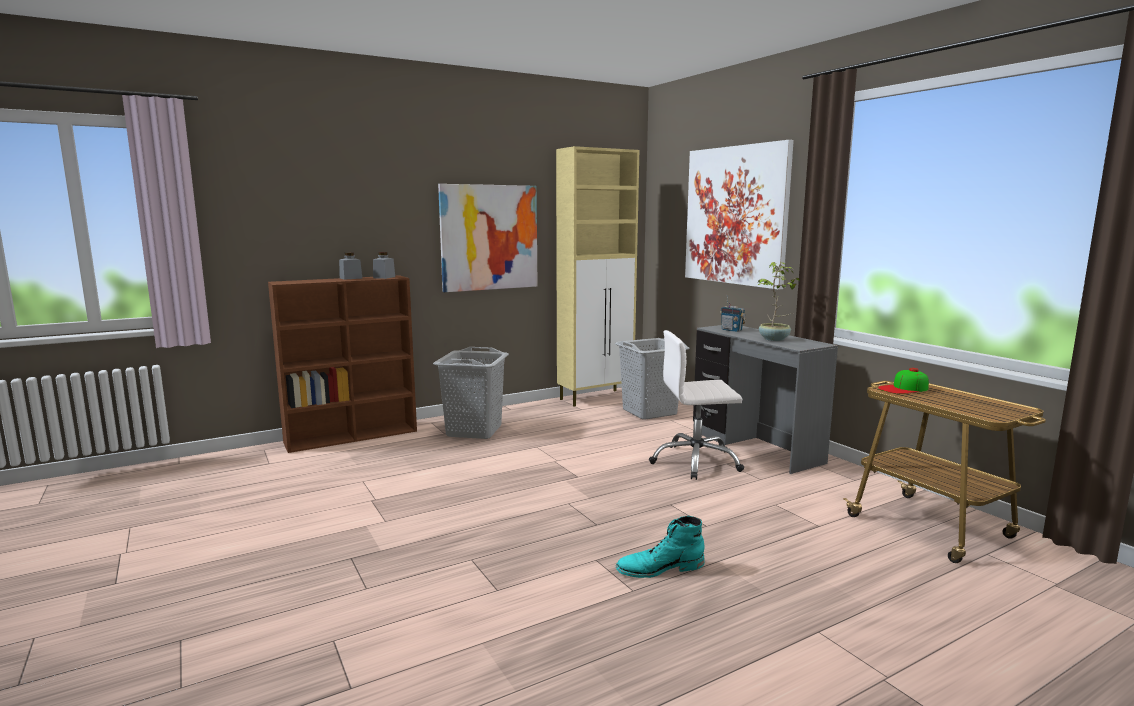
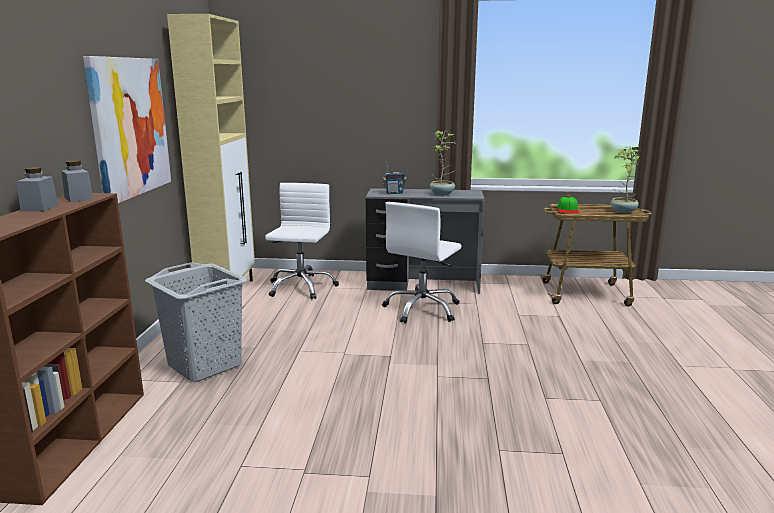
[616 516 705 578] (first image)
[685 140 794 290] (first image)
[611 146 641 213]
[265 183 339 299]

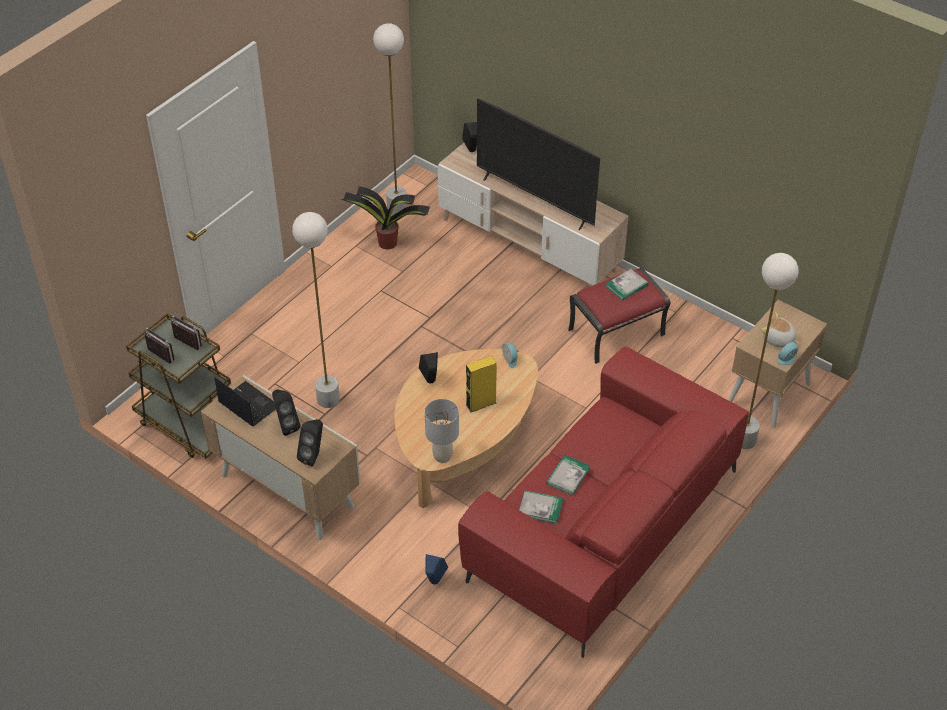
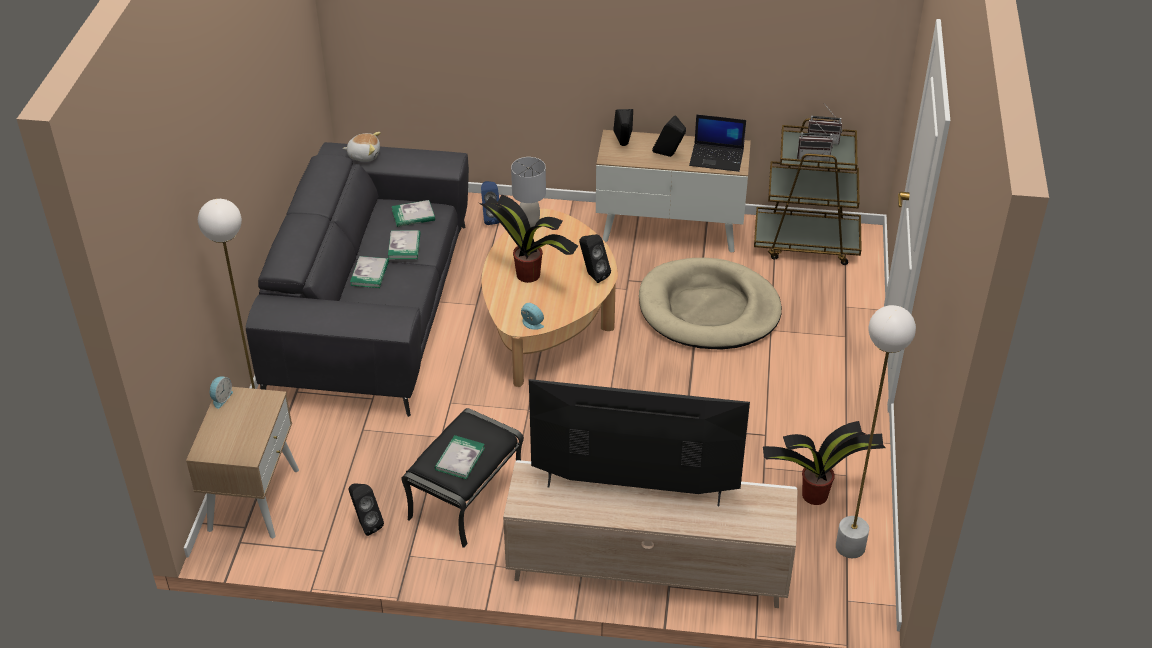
[350 256 389 288]
[349 483 384 536]
[343 132 381 162]
[639 258 782 350]
[479 195 578 283]
[246 142 469 417]
[401 408 524 548]

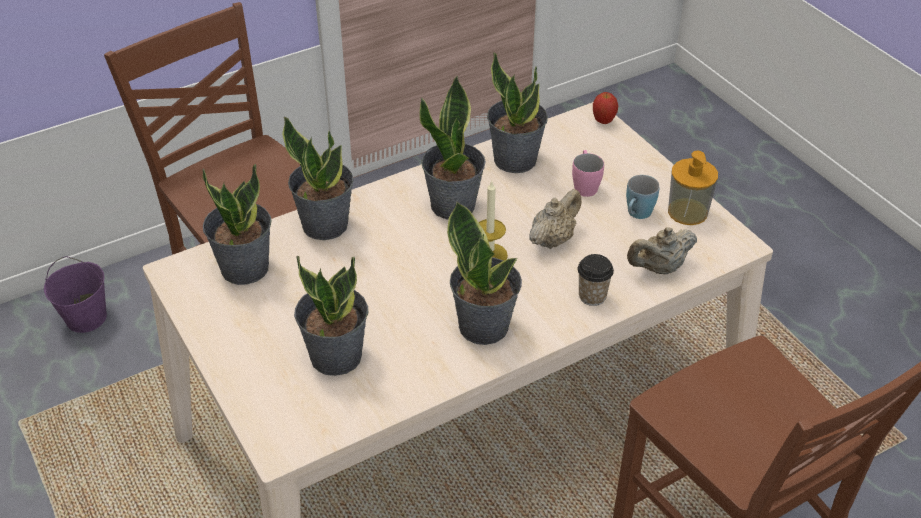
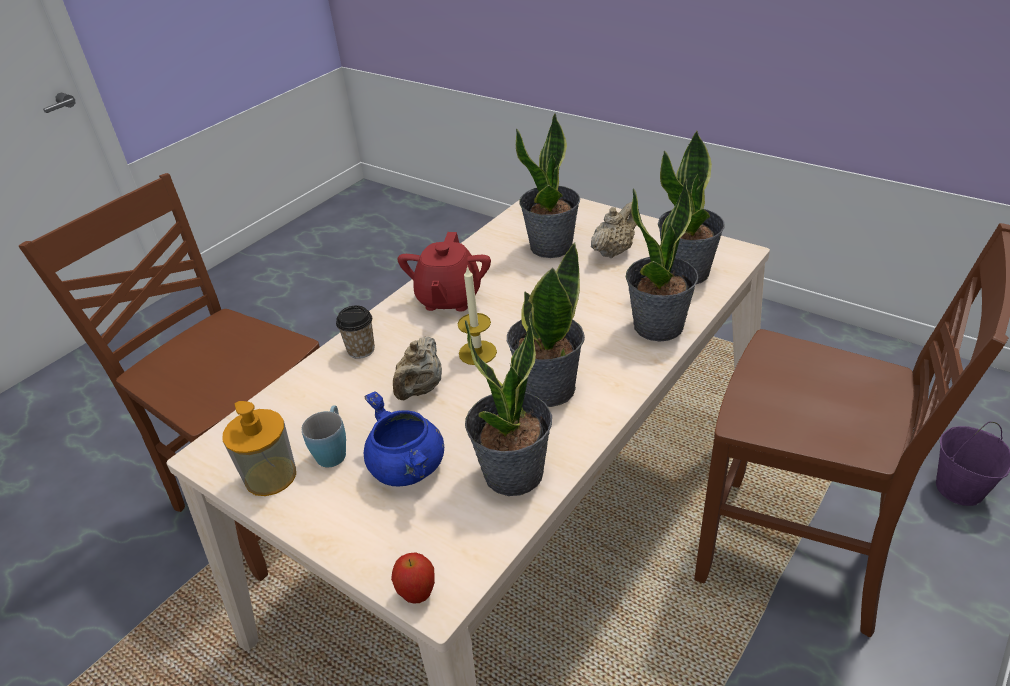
[591 202 637 258]
[397 232 491 312]
[364 391 444 486]

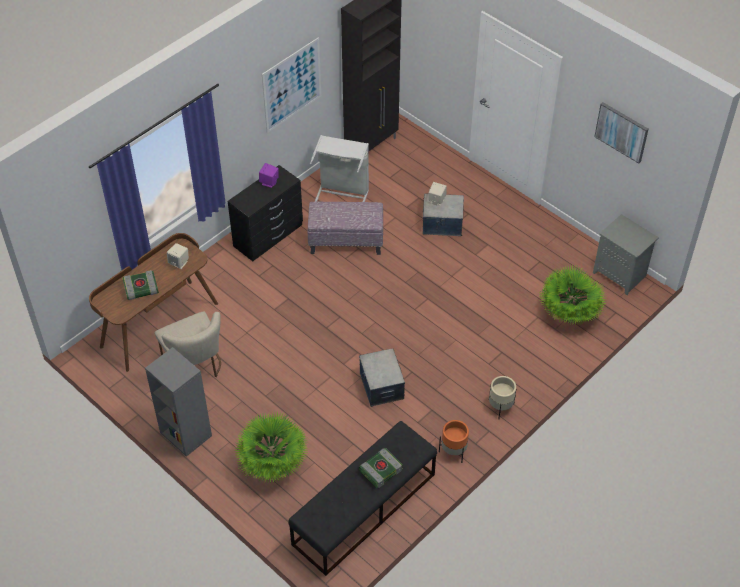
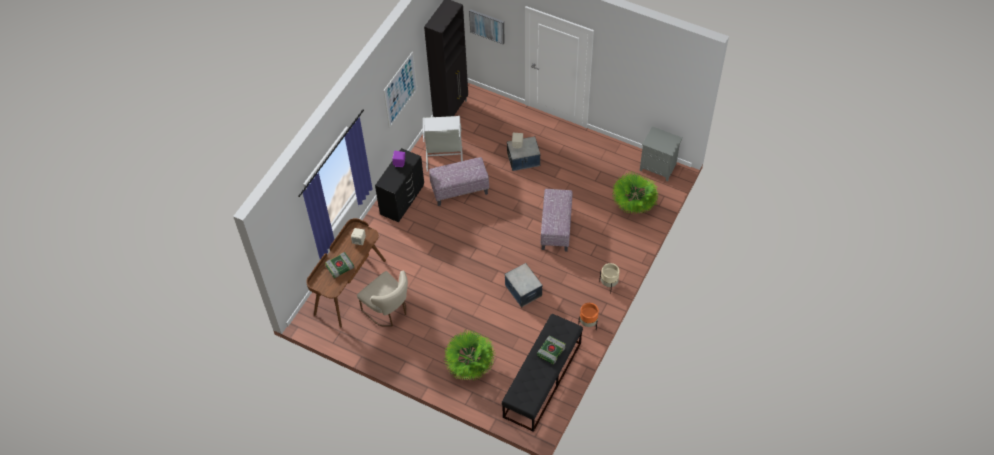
[145 347 212 457] (first image)
[541 189 573 252]
[469 9 505 44]

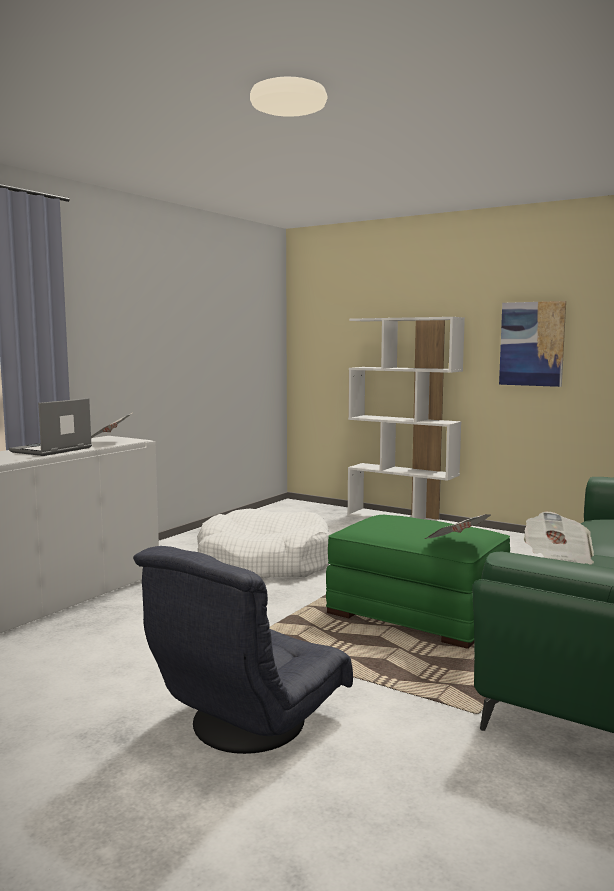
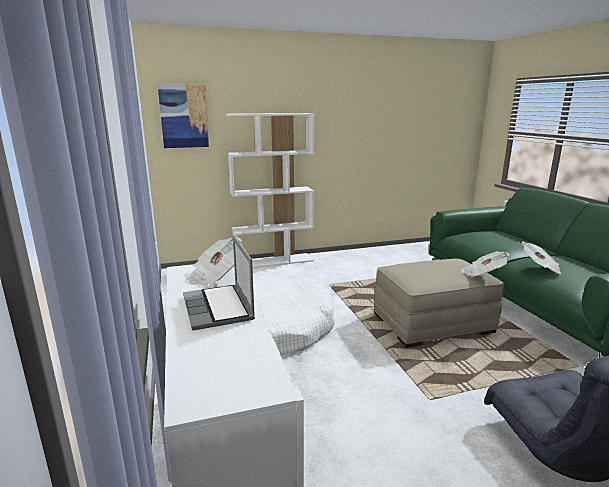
[157 84 210 148]
[374 259 504 348]

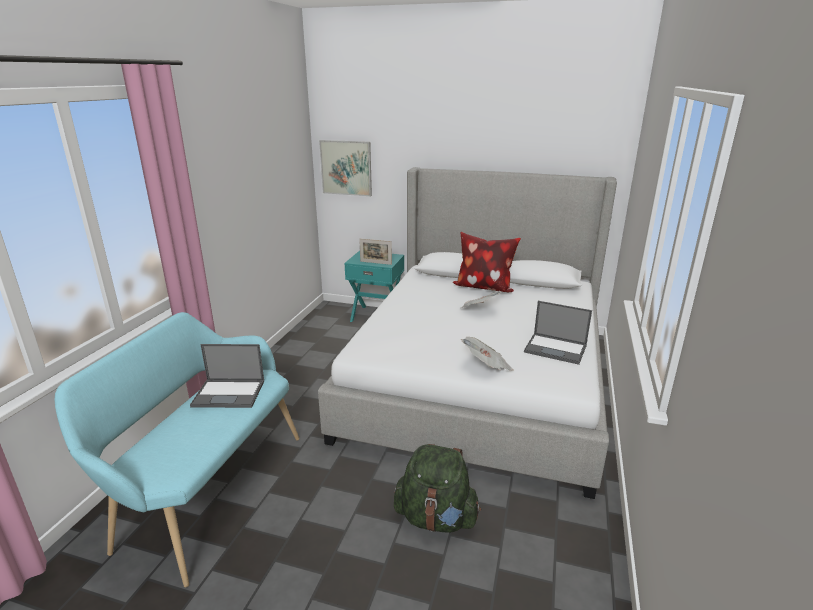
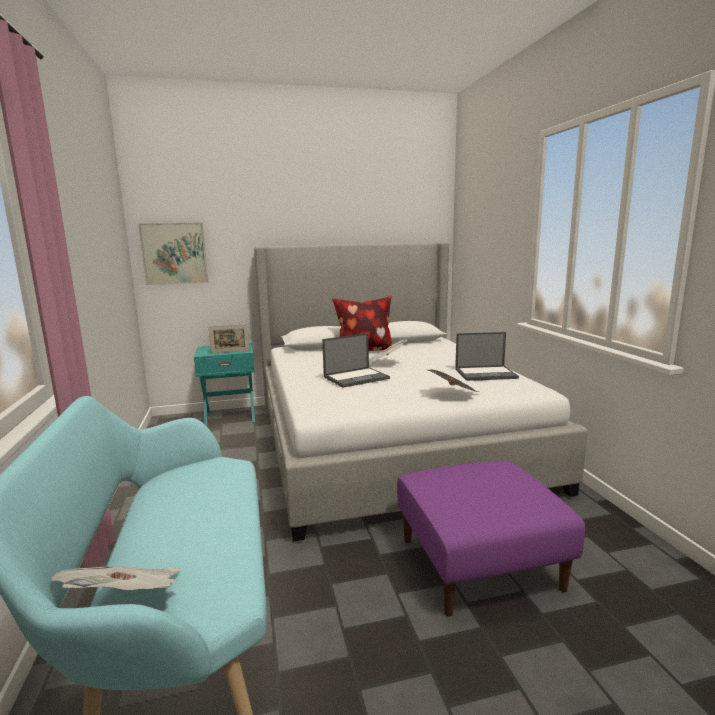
[51 566 180 590]
[322 333 390 388]
[397 460 585 617]

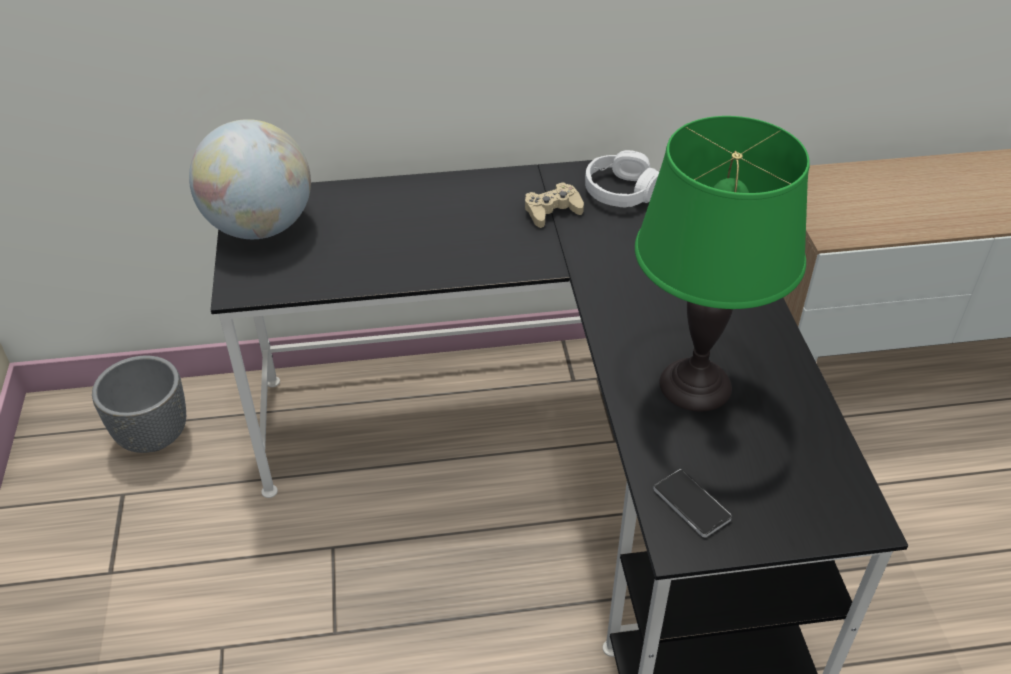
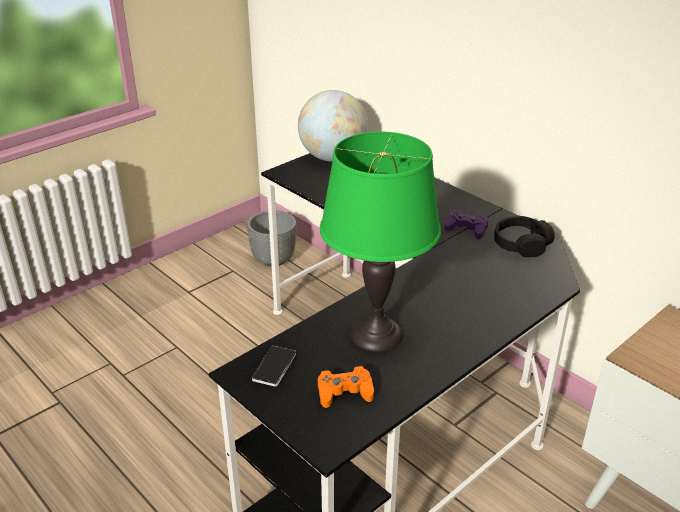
[318 366 374 408]
[445 209 488 239]
[494 216 555 257]

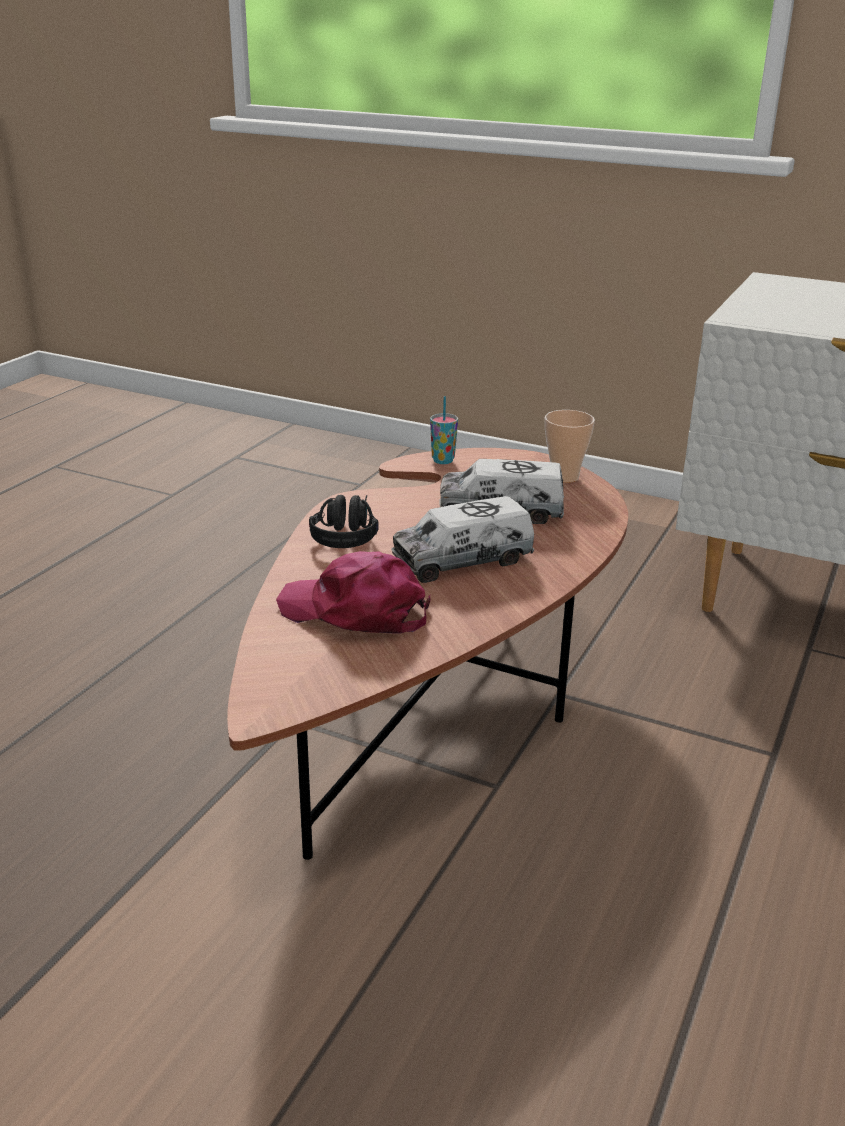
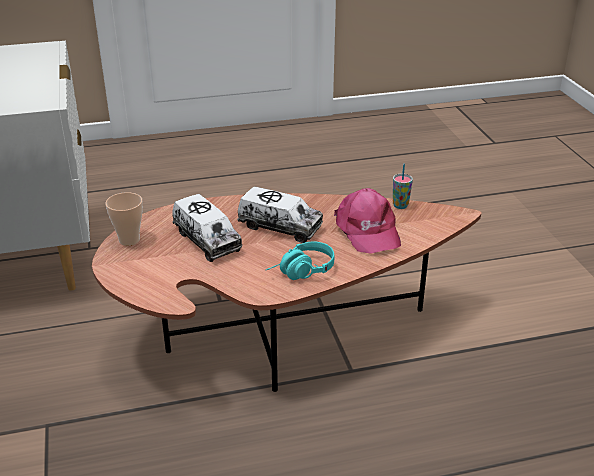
[393 164 413 209]
[266 241 335 280]

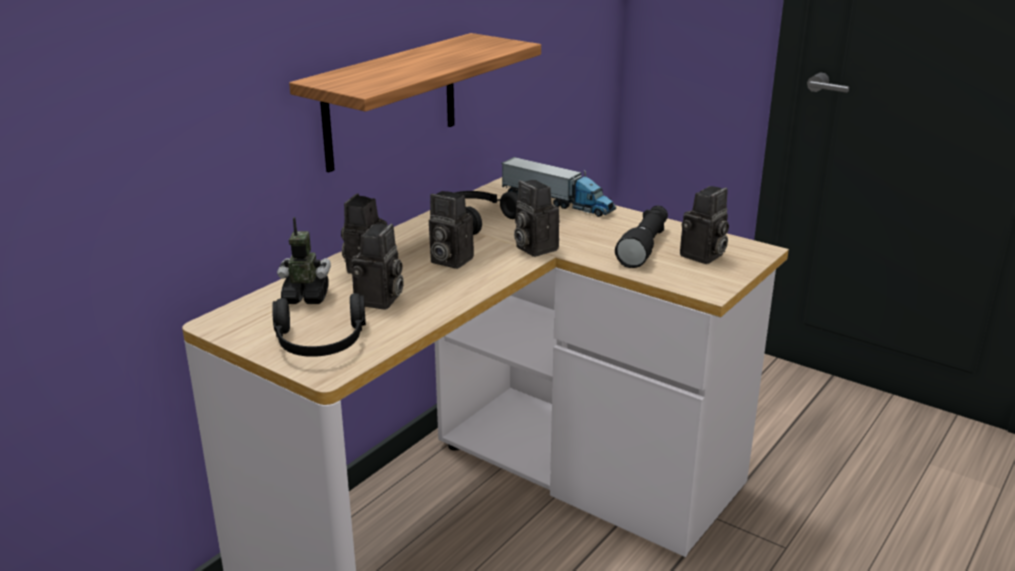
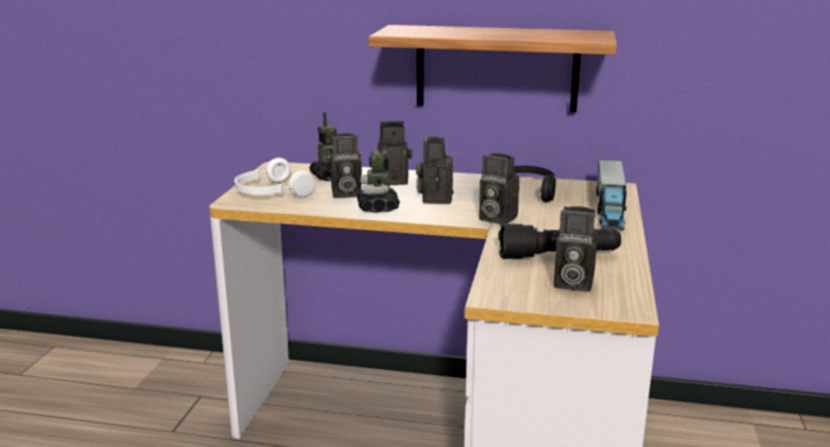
[357 137 400 213]
[234 158 314 197]
[479 153 519 224]

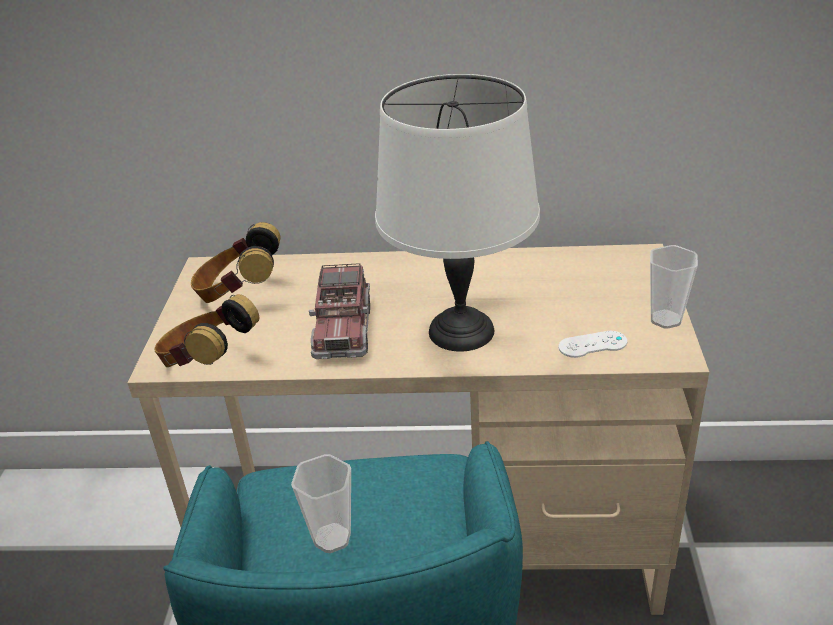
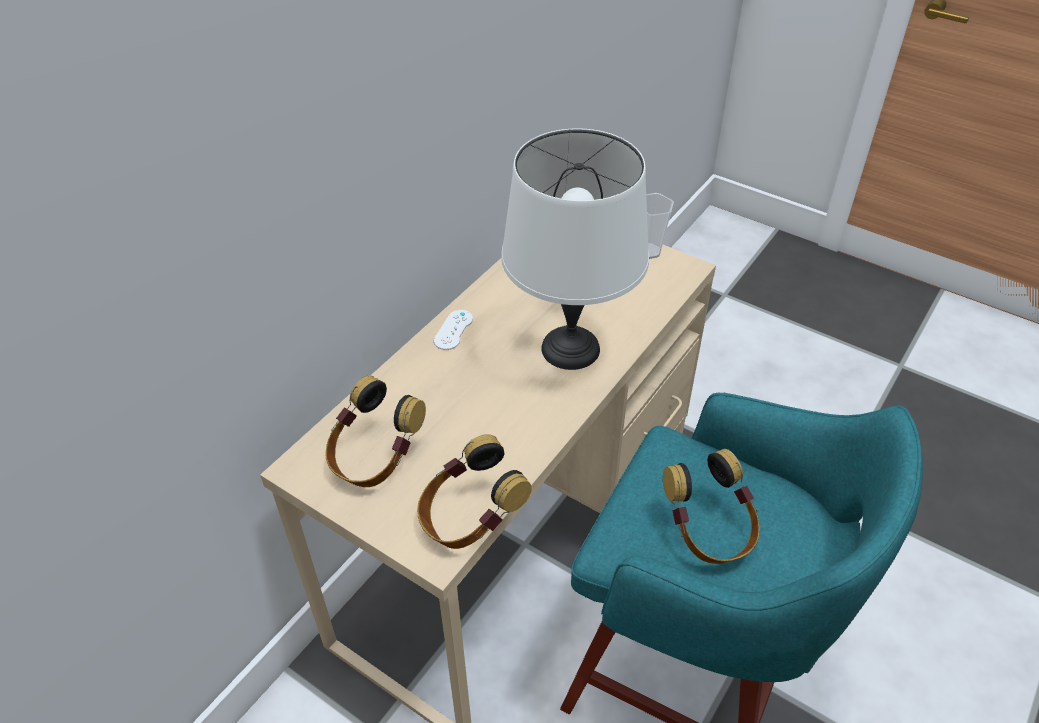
[309 263 370 359] (first image)
[434 310 473 350]
[663 449 760 564]

